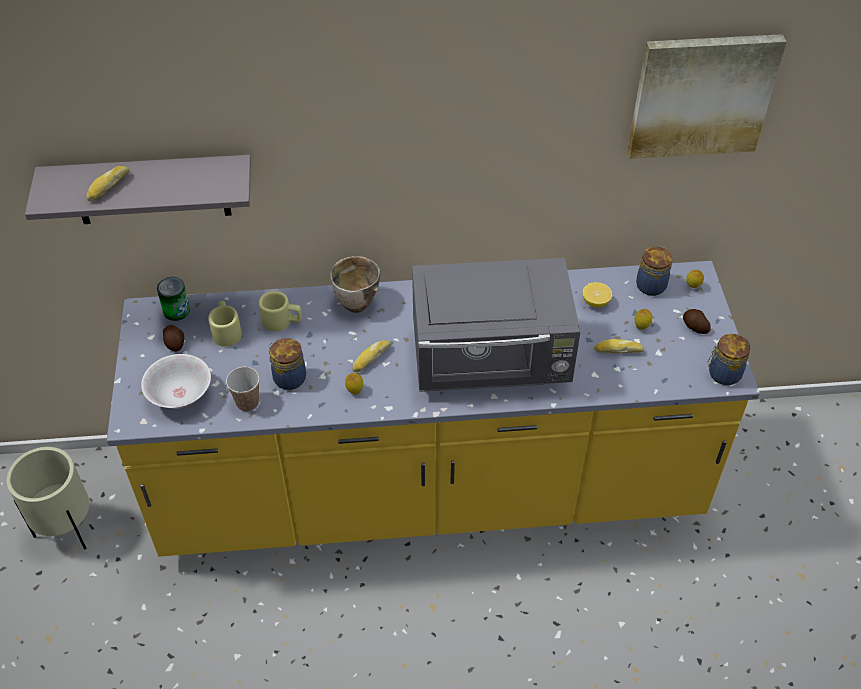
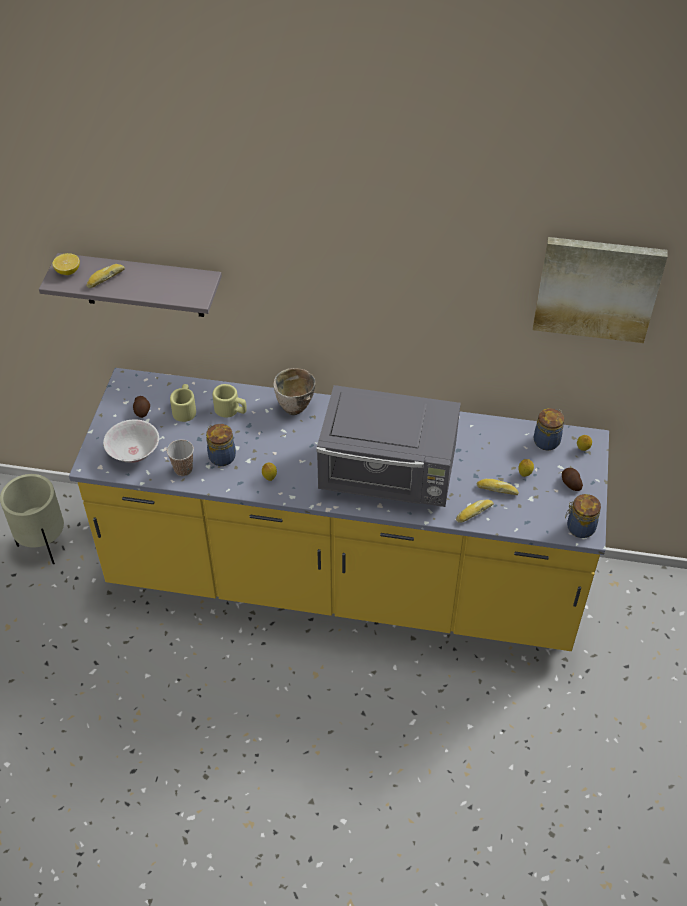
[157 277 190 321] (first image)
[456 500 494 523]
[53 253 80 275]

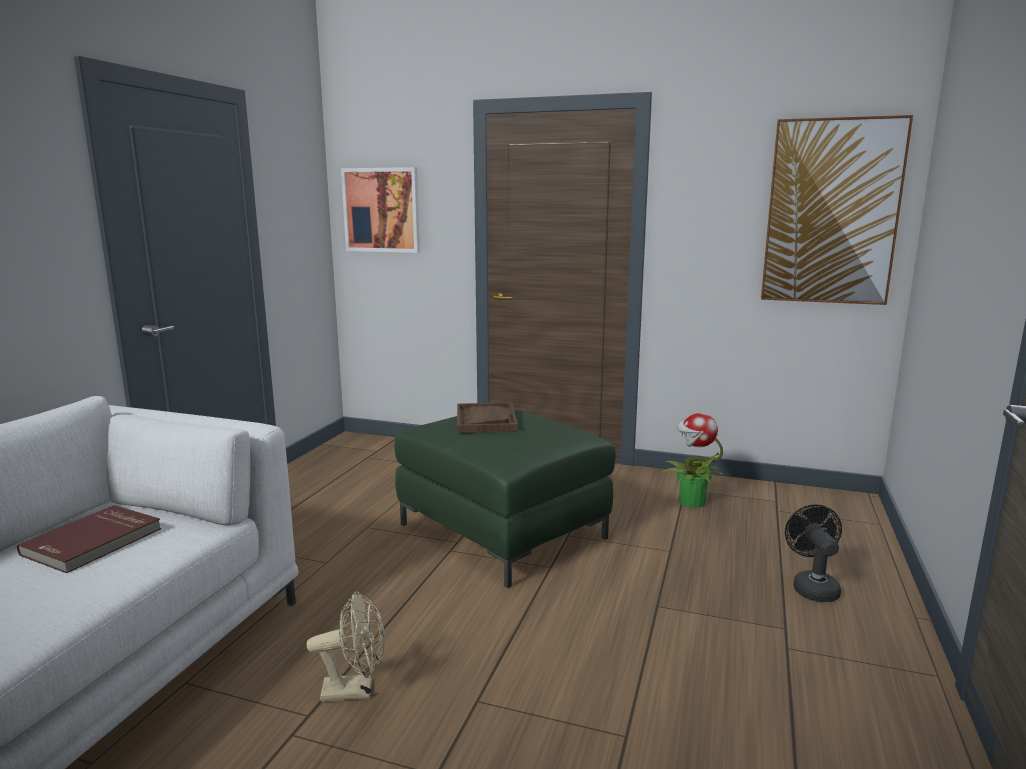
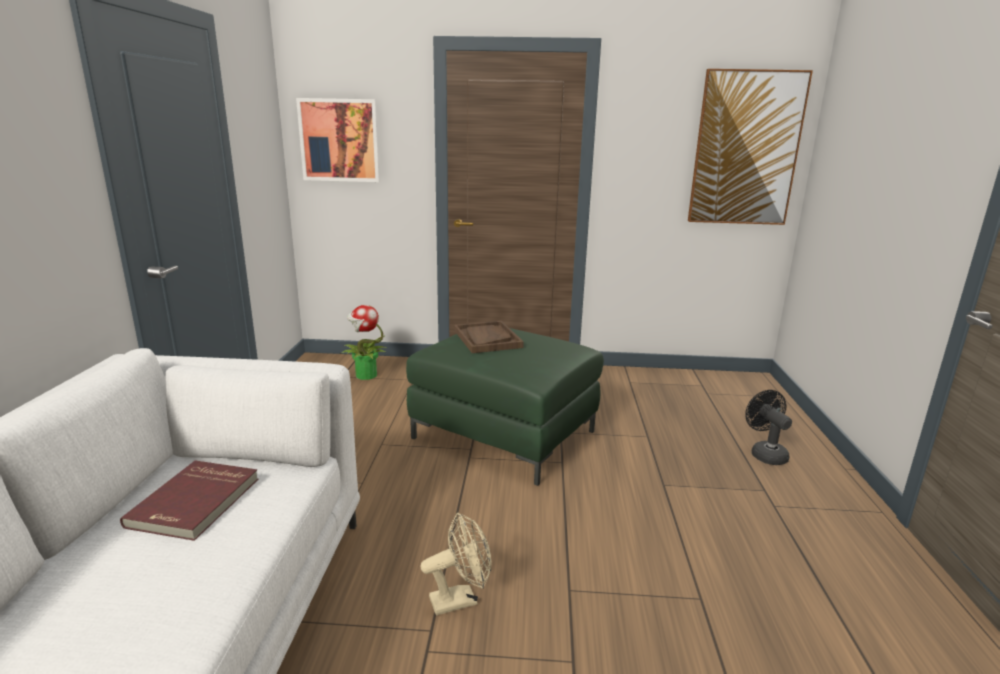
[340 305 386 380]

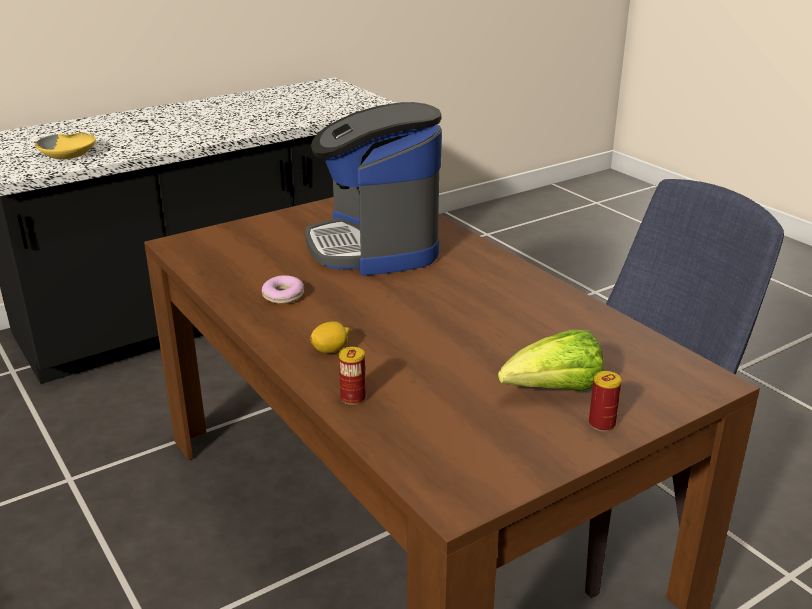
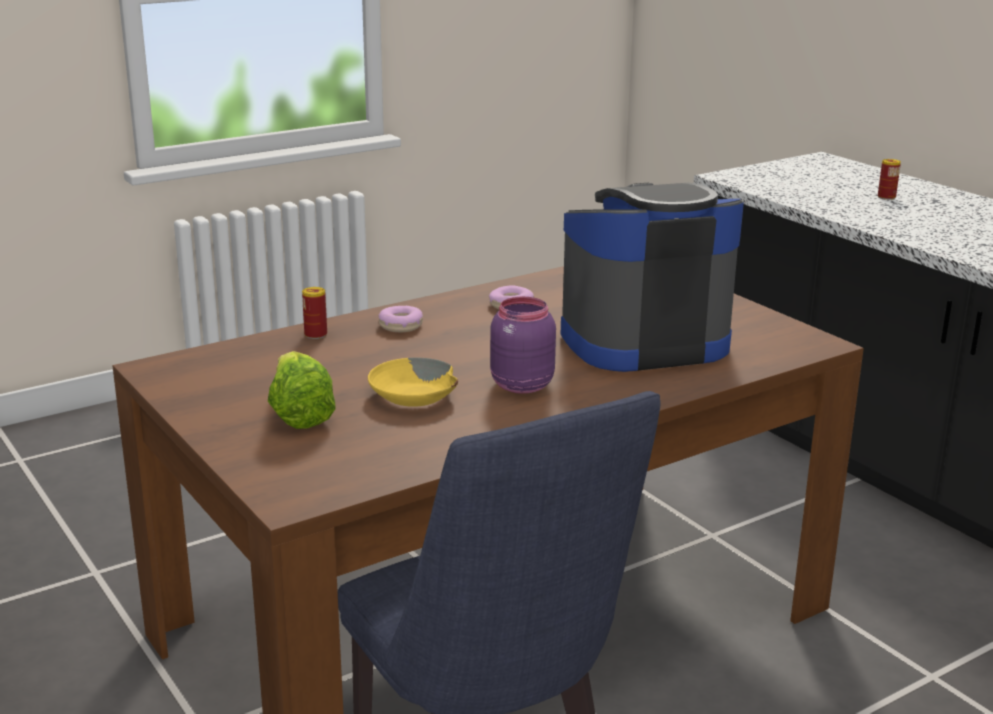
[490 296 556 394]
[368 358 458 407]
[878 159 901 200]
[378 306 423 332]

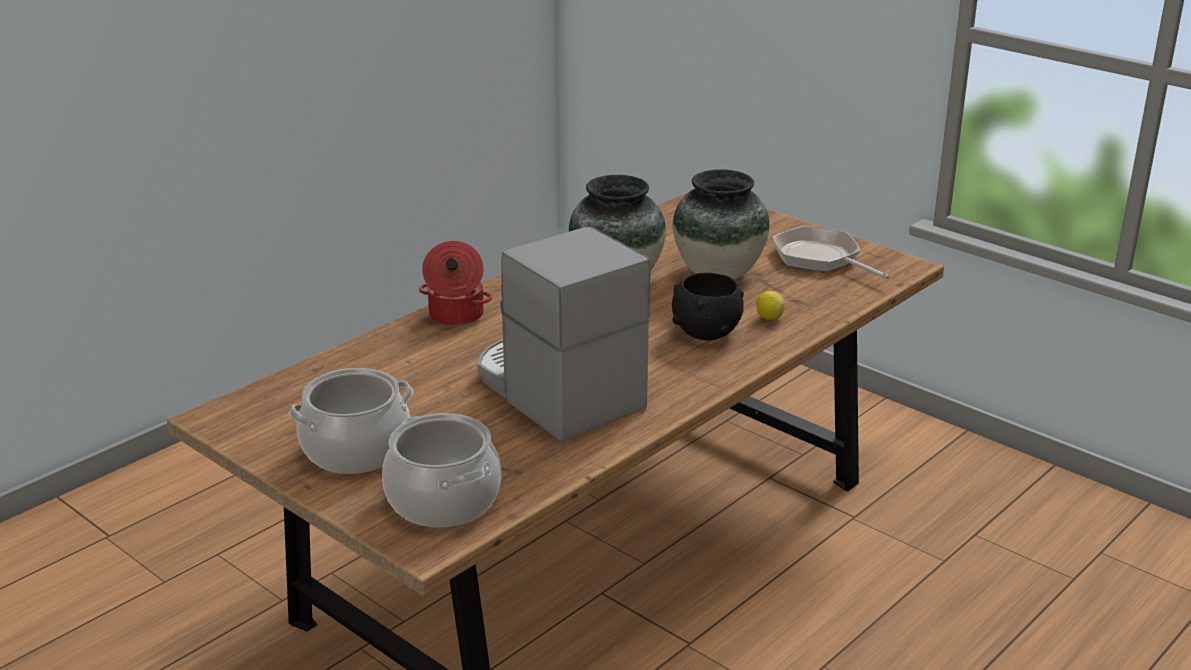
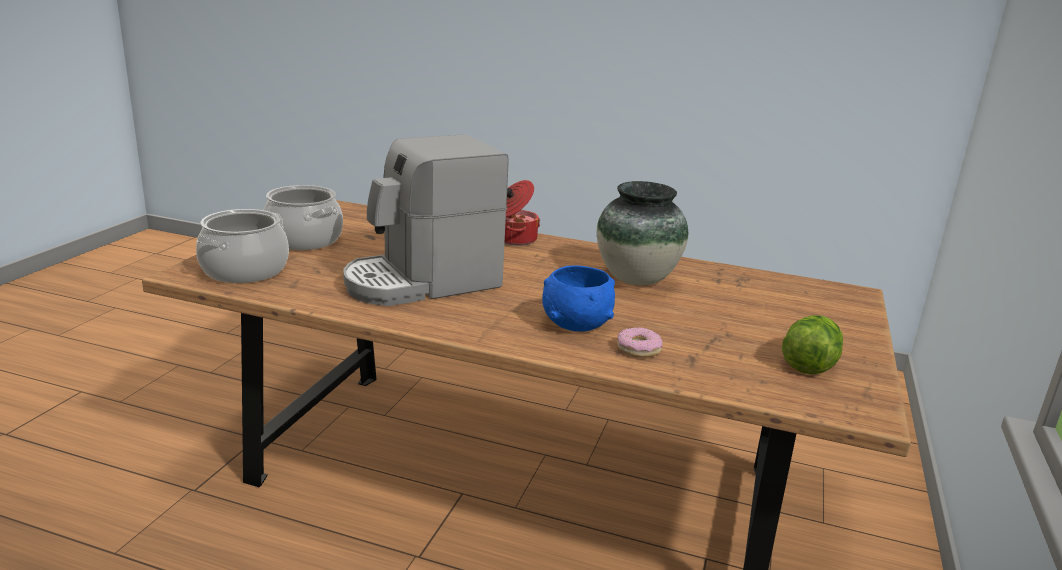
[673 169 770 279] (first image)
[617 327 663 358]
[782 315 843 374]
[542 265 615 332]
[343 134 509 306]

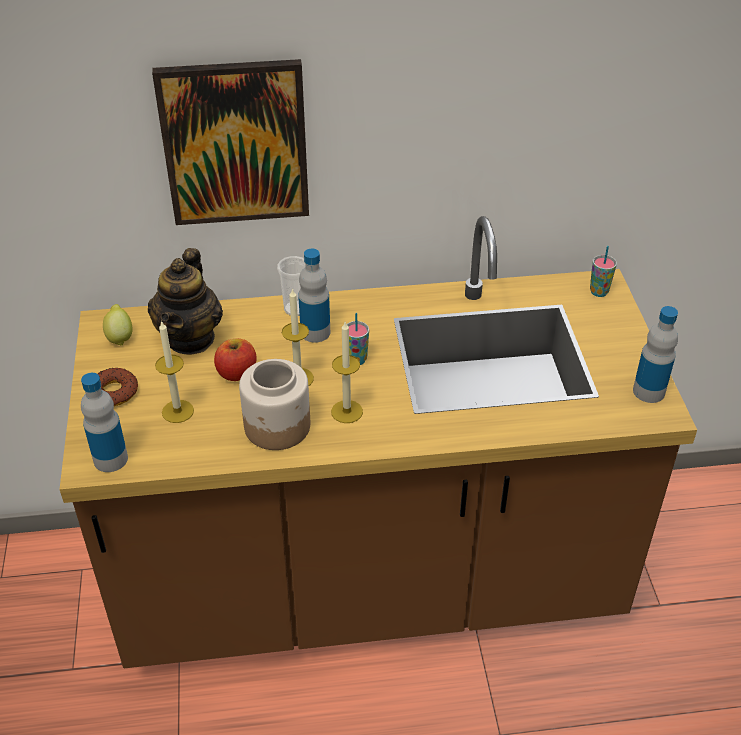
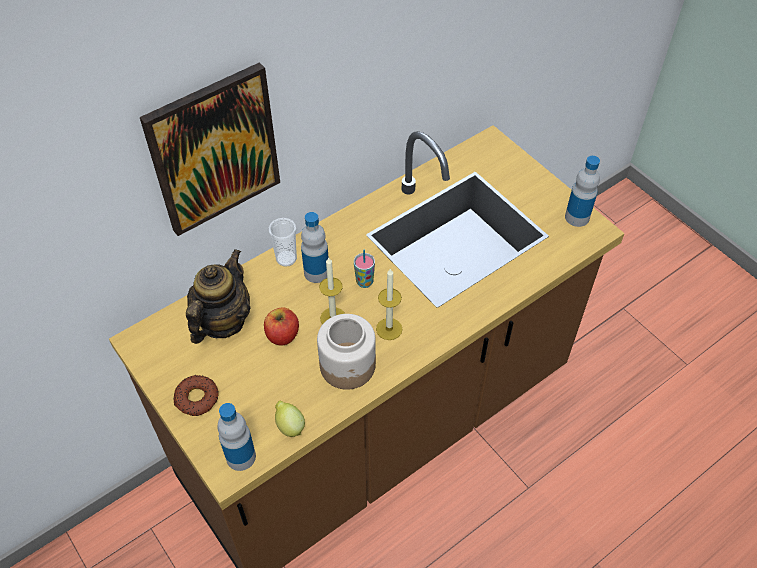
[155 322 194 423] (first image)
[590 246 617 297] (first image)
[275 401 305 437]
[186 249 251 344]

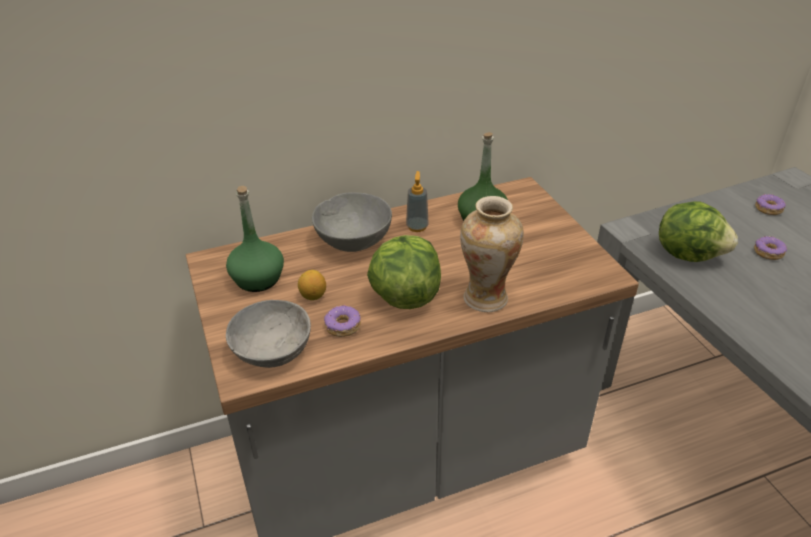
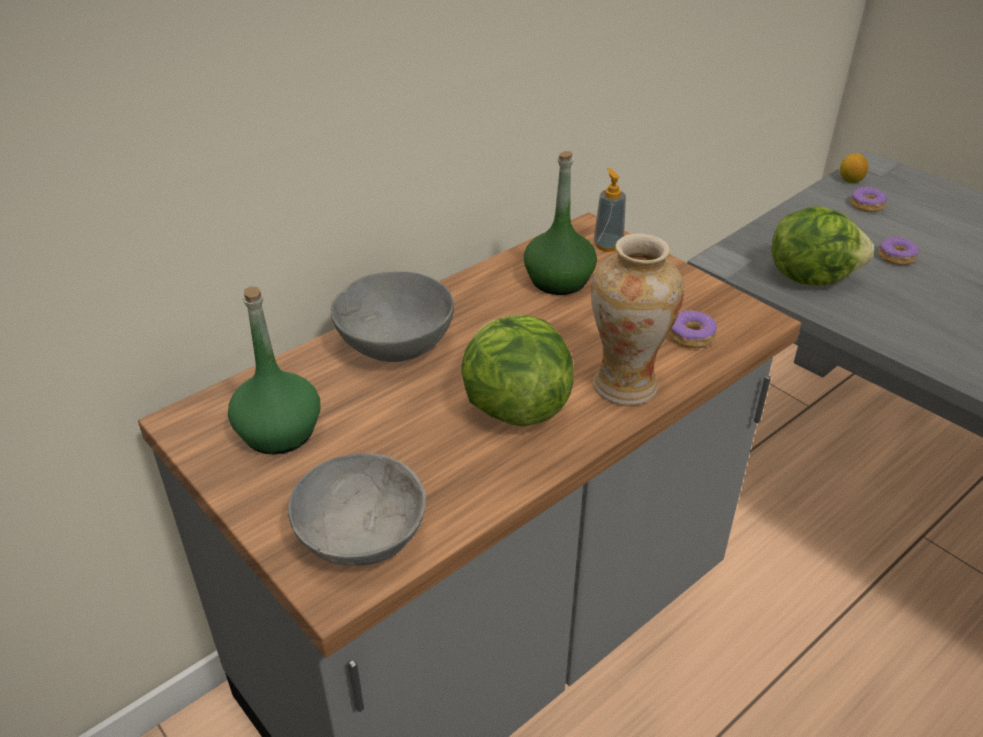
[840 153 868 183]
[669 310 717 348]
[594 168 626 252]

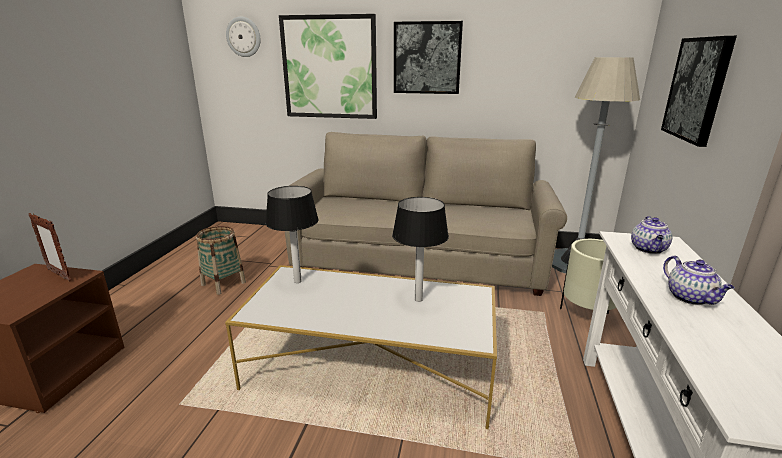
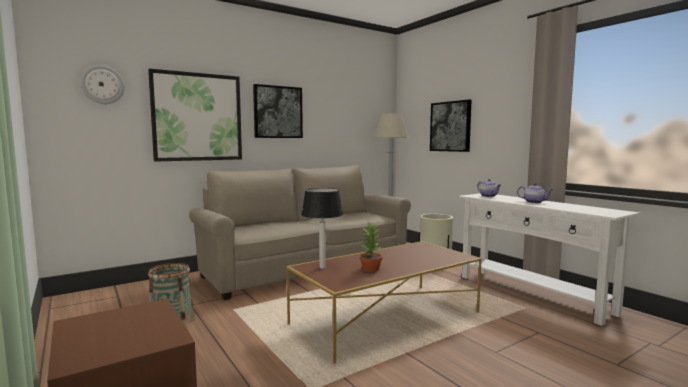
[29 213 71 282] (first image)
[392 197 449 302] (first image)
[359 222 383 272]
[286 241 482 364]

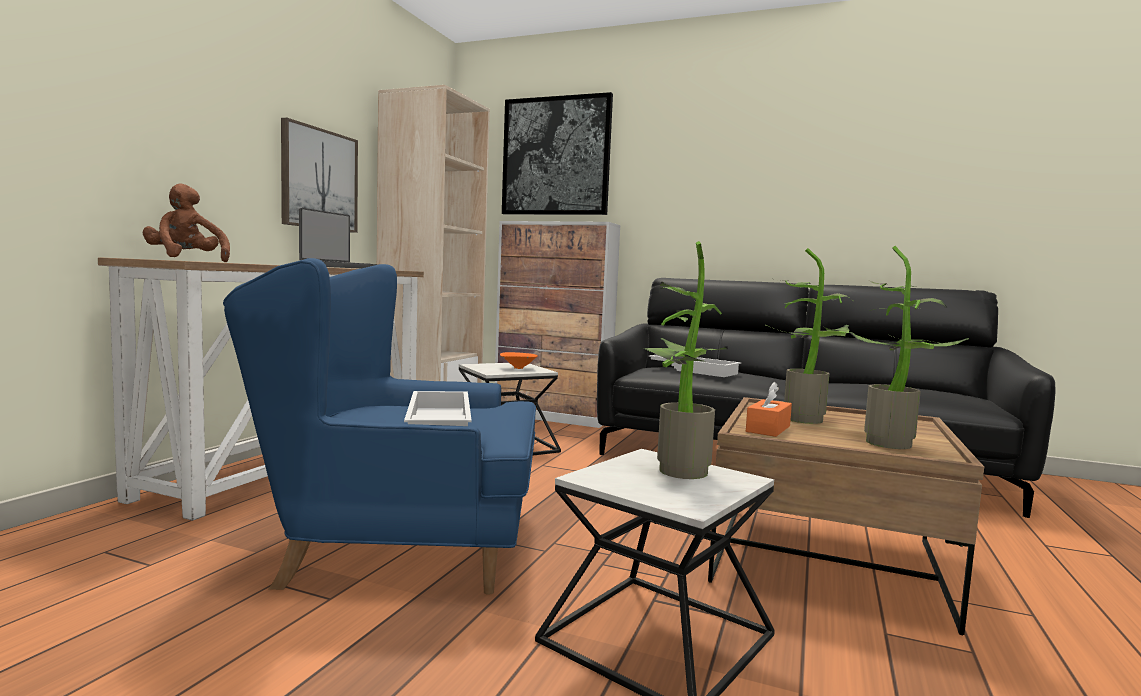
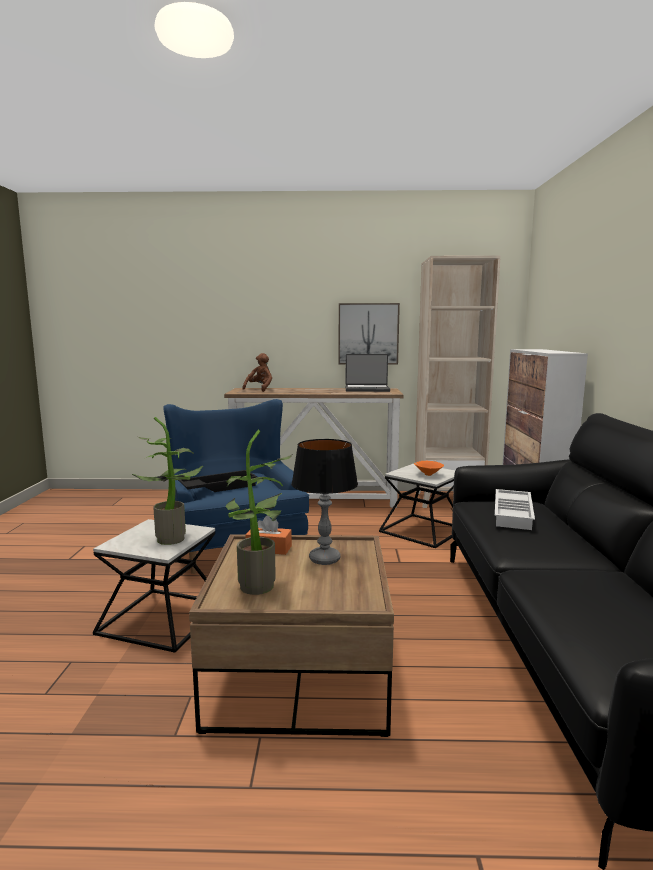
[502 92 613 215] (first image)
[291 439 358 565]
[178 470 257 492]

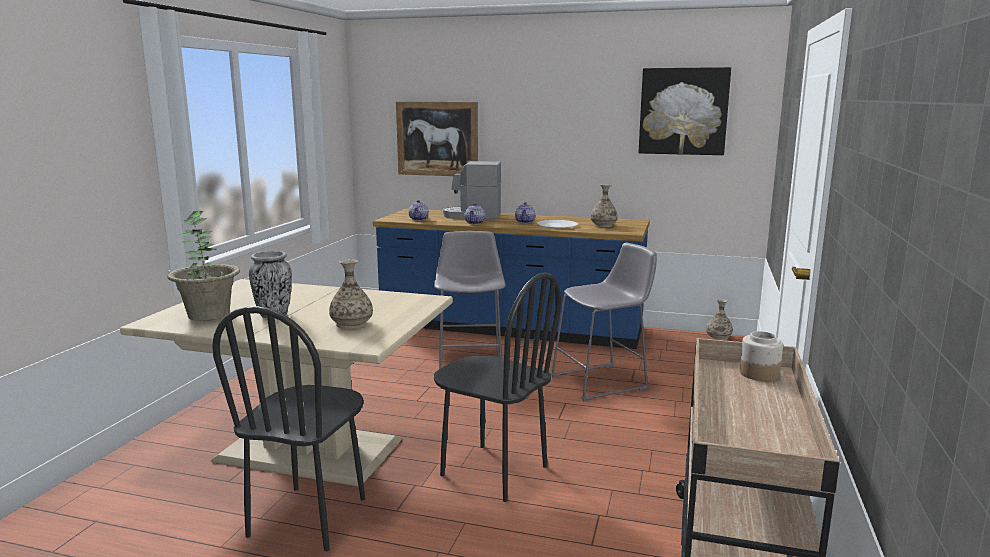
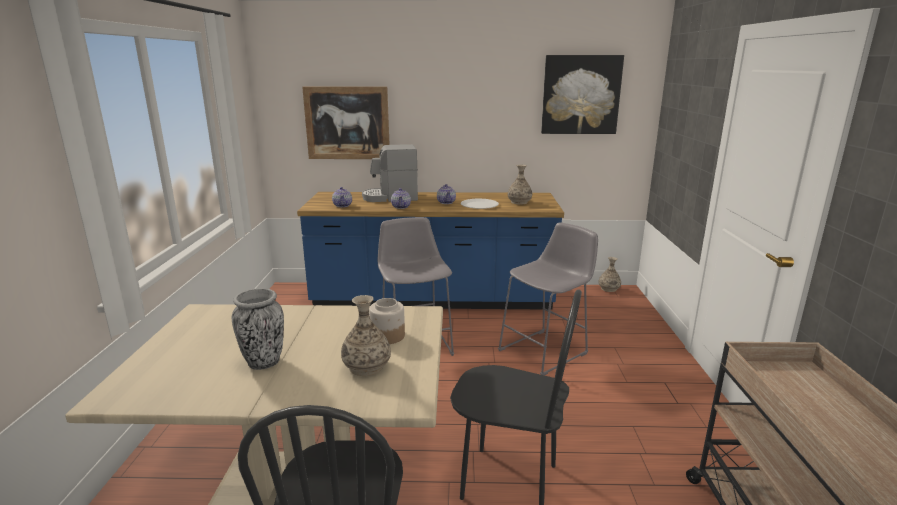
[167 211 240 321] (first image)
[369 298 405 344]

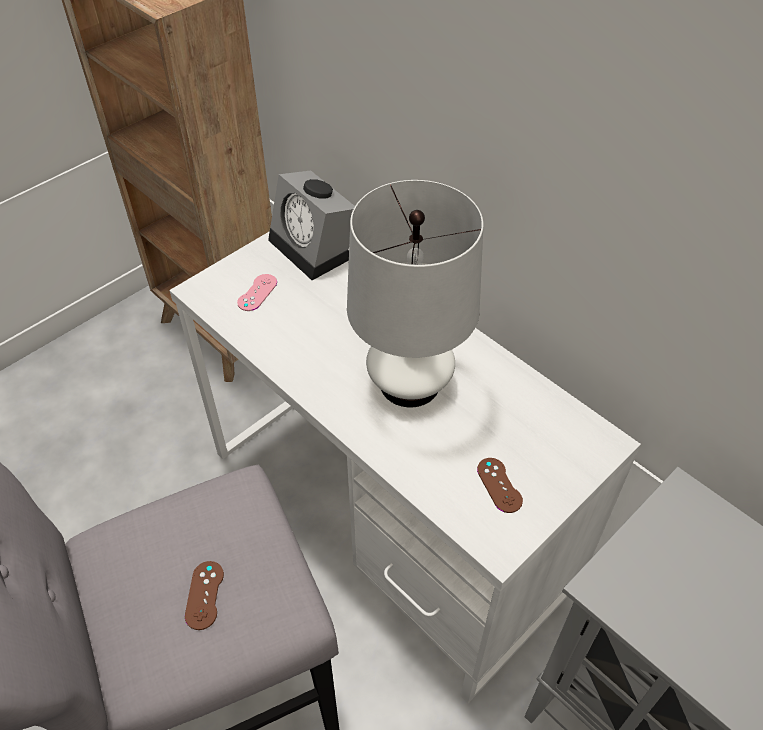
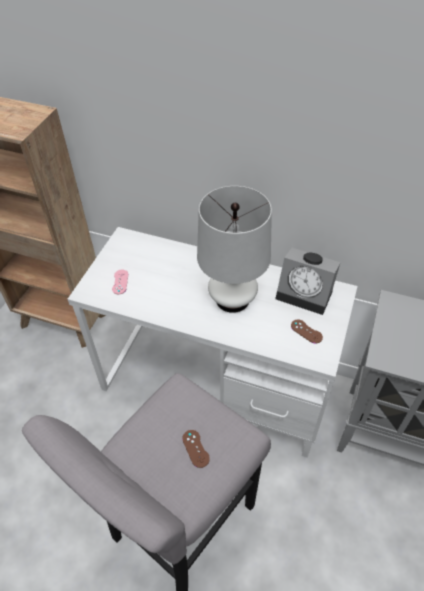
[275 248 340 315]

